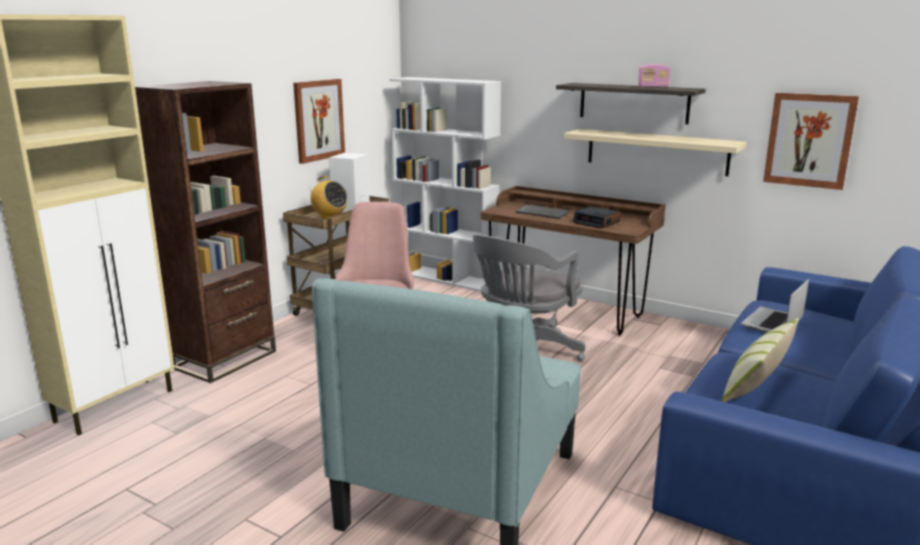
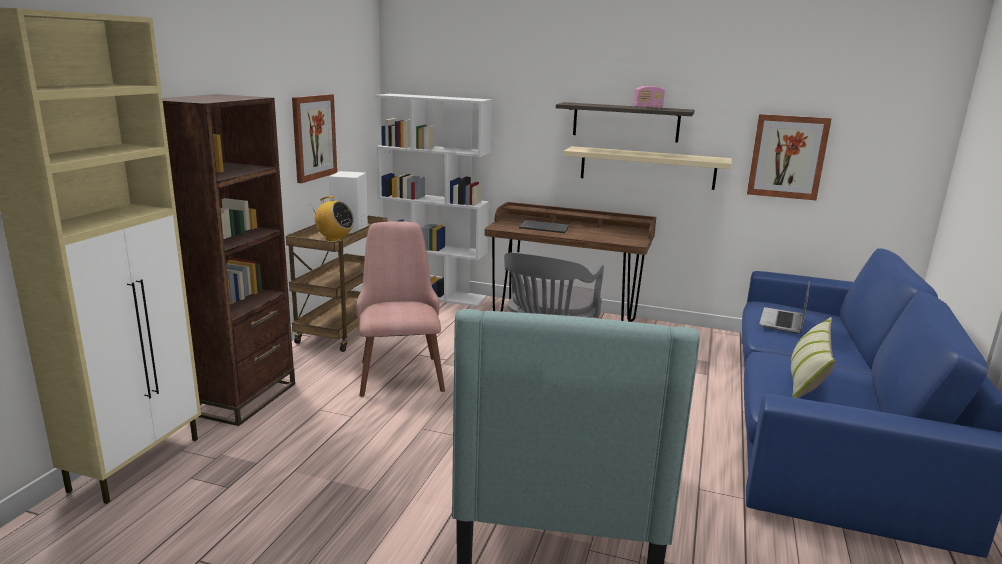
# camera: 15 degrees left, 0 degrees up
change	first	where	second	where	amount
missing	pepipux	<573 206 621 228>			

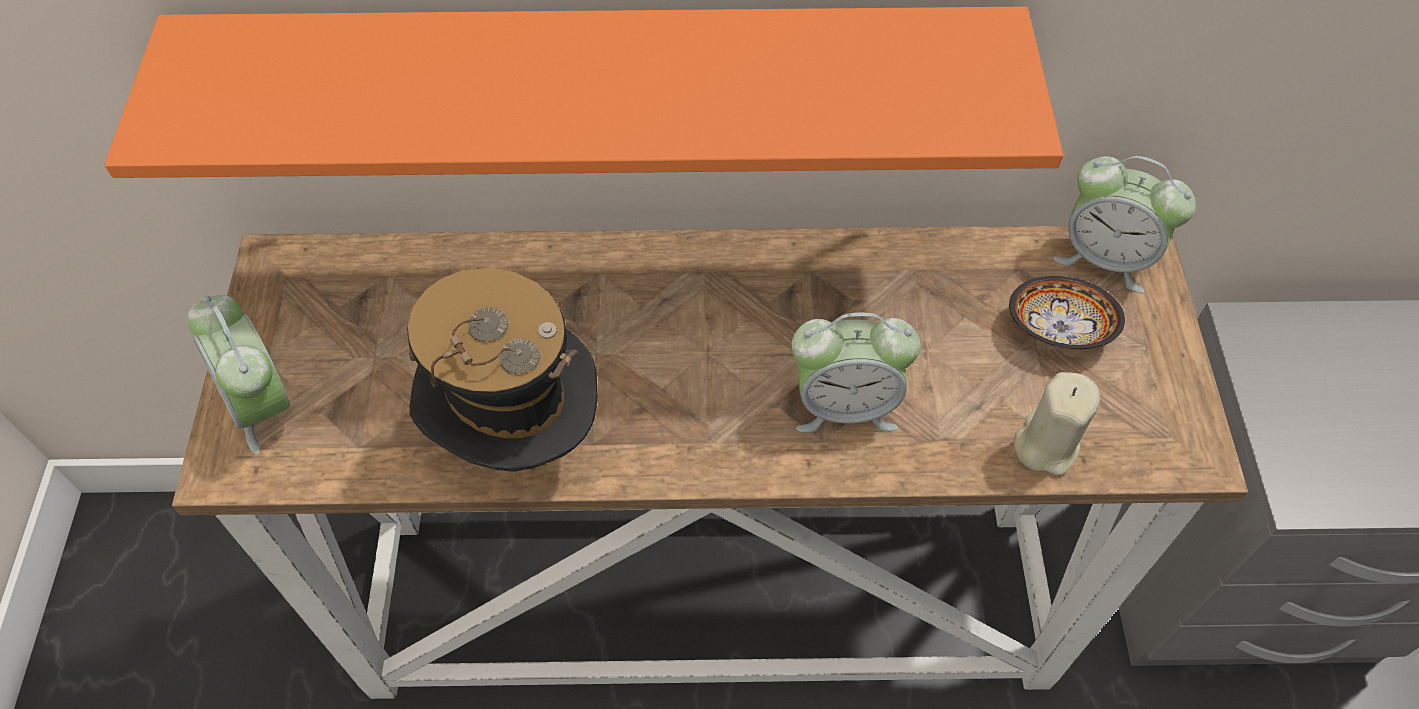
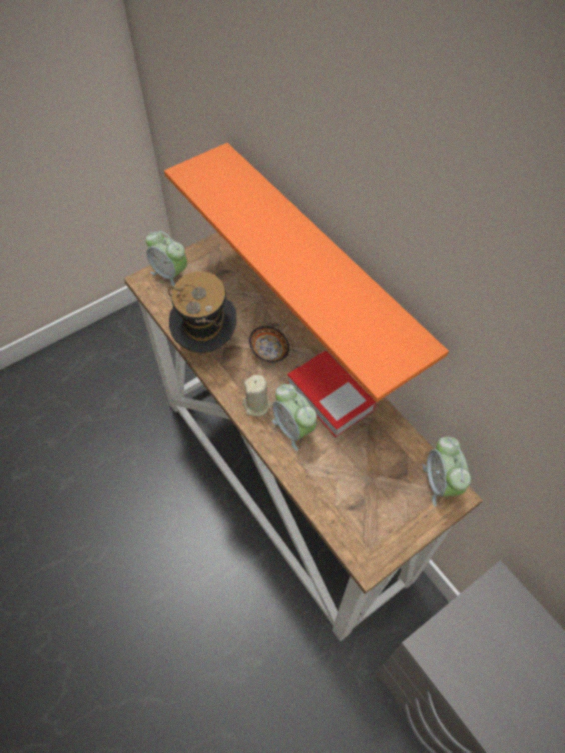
# camera: 55 degrees right, 0 degrees up
change	first	where	second	where	amount
spun	pepipux	<188 295 290 454>		<146 231 187 287>	75 degrees counterclockwise
relocated	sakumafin	<1009 276 1125 349>		<249 326 289 363>	
relocated	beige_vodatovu	<1014 372 1100 476>		<243 375 272 416>	
appeared			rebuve	<287 350 376 438>	

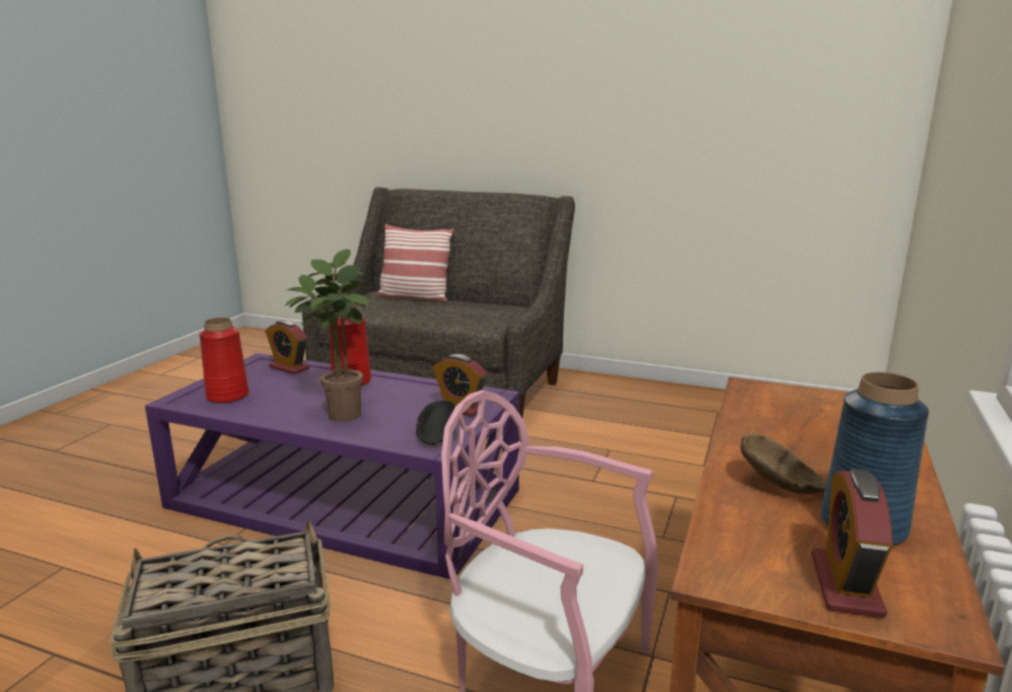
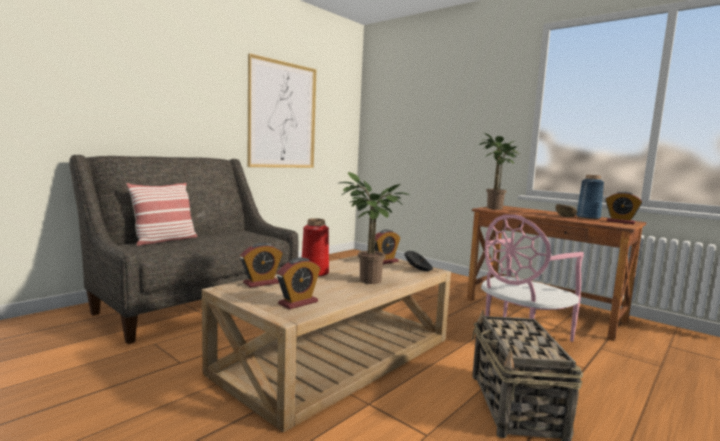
# camera: 70 degrees left, 10 degrees down
change	first	where	second	where	amount
colour	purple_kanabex	<145 353 520 579>	beige_kanabex	<202 255 451 432>	
exchanged	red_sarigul	<199 317 249 404>	pepipux	<277 257 320 309>	
appeared			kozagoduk	<248 54 316 168>	
appeared			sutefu	<479 133 521 210>	

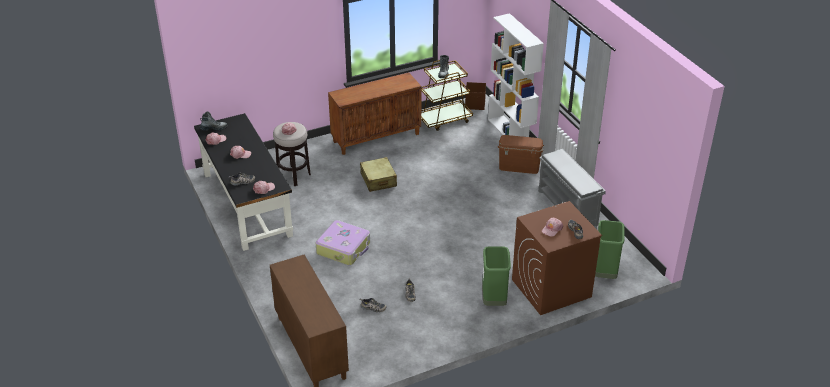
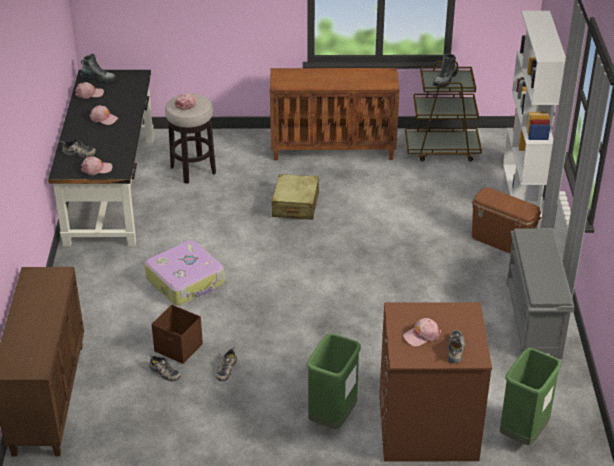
# camera: 25 degrees right, 0 degrees up
change	first	where	second	where	amount
relocated	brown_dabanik	<465 82 486 110>		<152 305 203 364>	

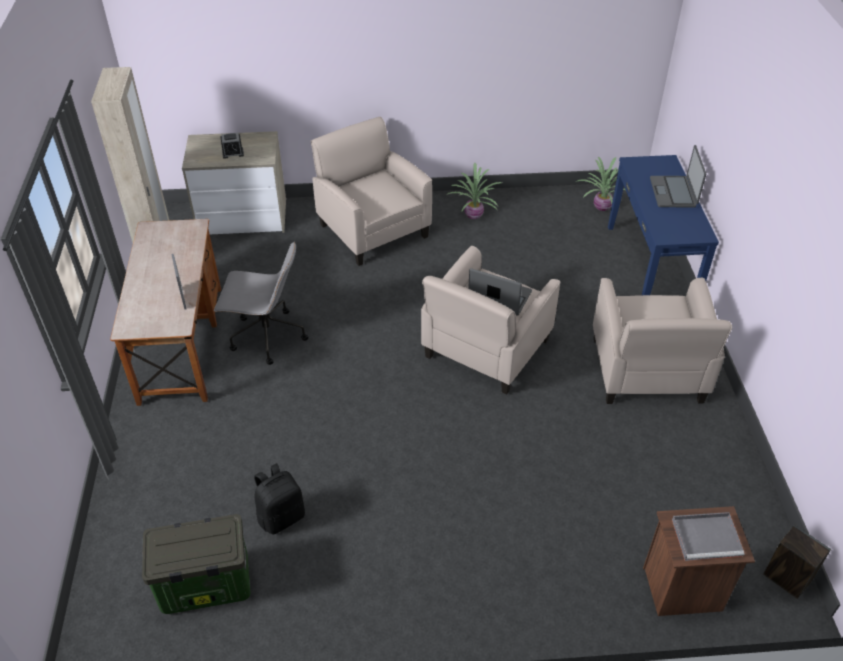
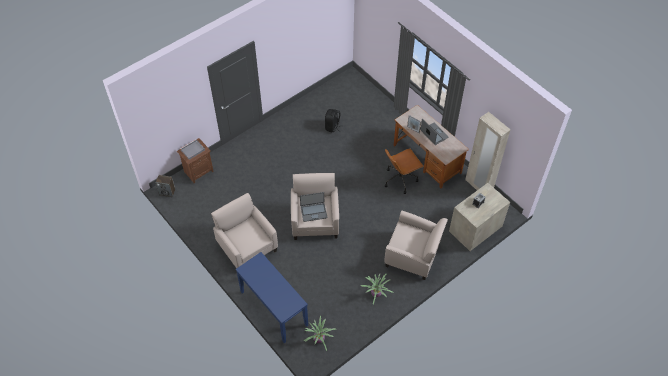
# camera: 145 degrees right, 10 degrees up
change	first	where	second	where	amount
missing	dabanik	<142 514 251 614>			
colour	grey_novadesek	<214 242 309 365>	brown_novadesek	<385 149 424 194>	
relocated	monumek	<650 145 706 207>		<420 119 448 145>	

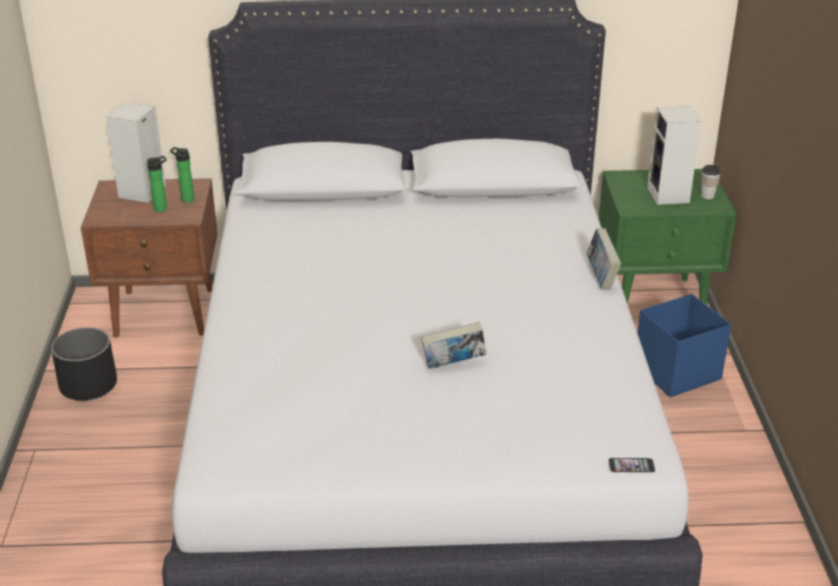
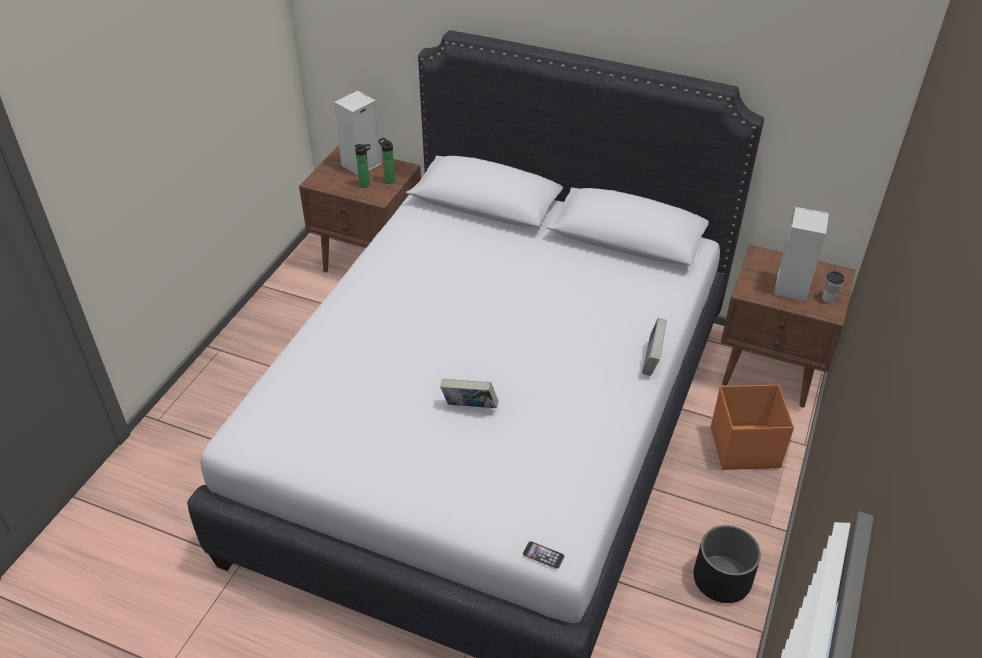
# camera: 25 degrees right, 10 degrees up
change	first	where	second	where	amount
relocated	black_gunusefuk	<51 327 117 401>		<694 525 761 603>	
colour	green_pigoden	<599 169 737 305>	brown_pigoden	<721 245 856 408>	
colour	blue_dabanik	<637 294 731 397>	orange_dabanik	<711 384 794 470>	

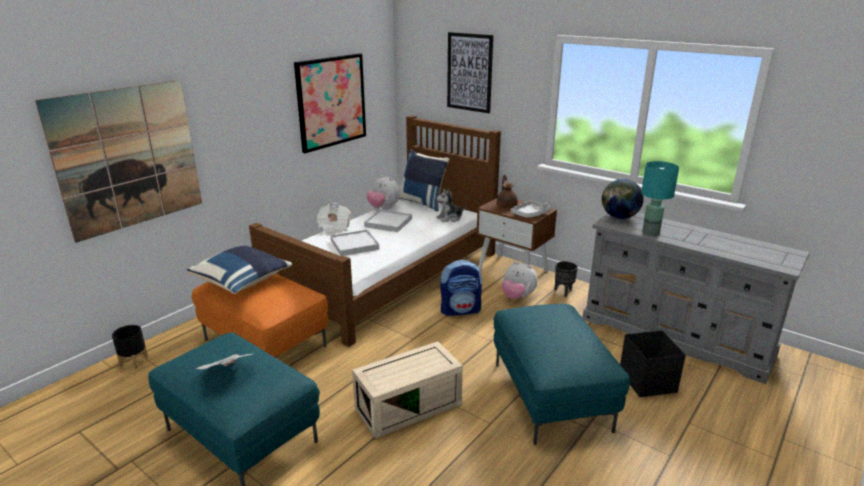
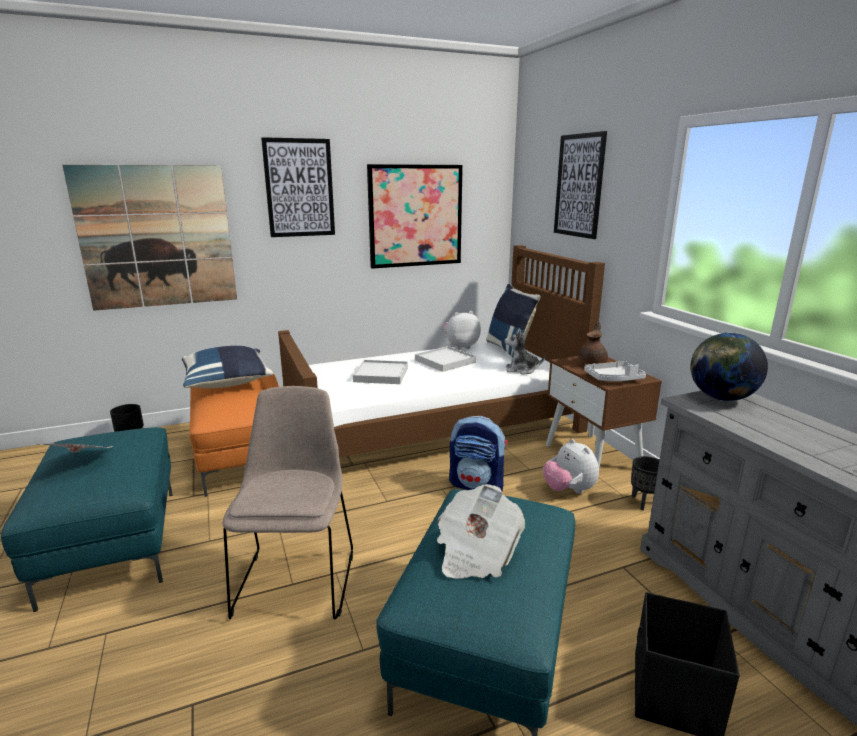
# camera: 30 degrees right, 5 degrees down
change	first	where	second	where	amount
relocated	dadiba	<316 203 351 236>		<437 484 525 579>	
exchanged	beige_dabanik	<352 341 463 439>	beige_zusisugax	<223 386 353 620>	
spun	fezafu	<367 175 400 208>		<443 311 481 350>	90 degrees clockwise
missing	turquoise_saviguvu	<641 161 679 236>			
appeared			kozagoduk	<261 137 335 237>	

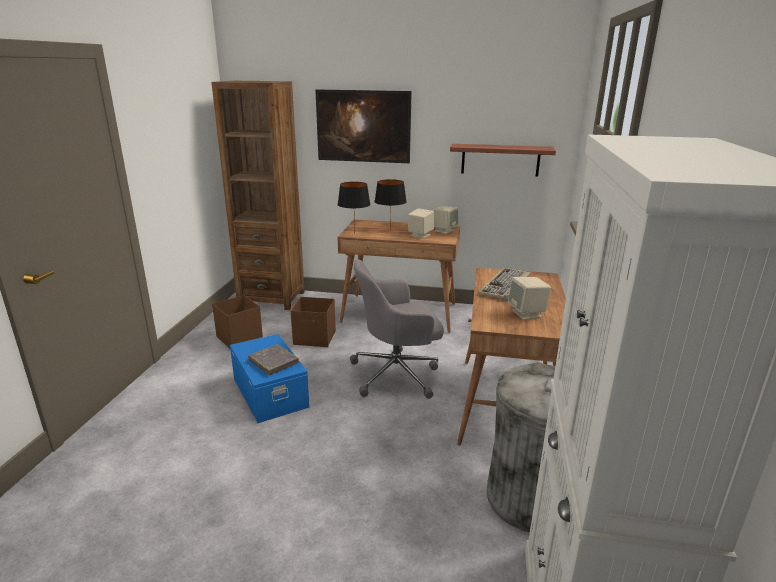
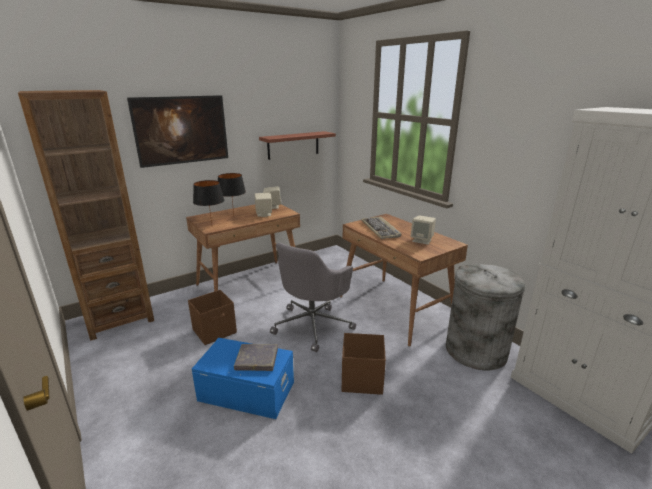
# camera: 45 degrees left, 0 degrees up
change	first	where	second	where	amount
relocated	brown_dabanik	<212 295 263 349>		<342 333 386 395>	

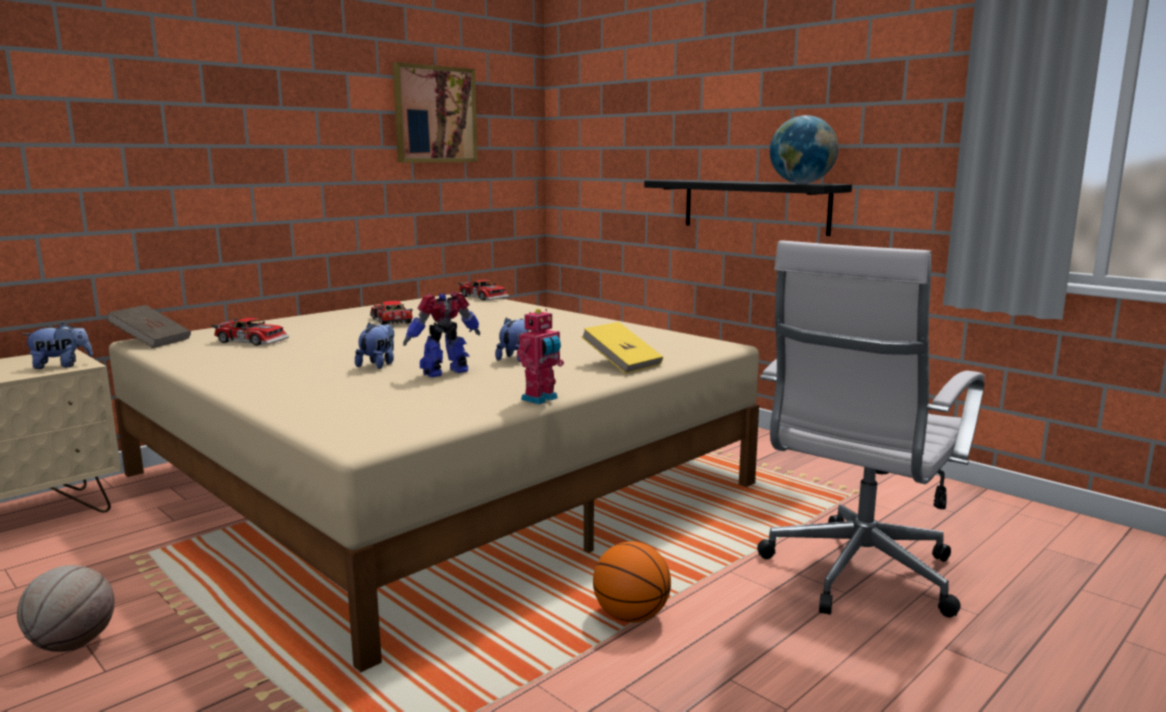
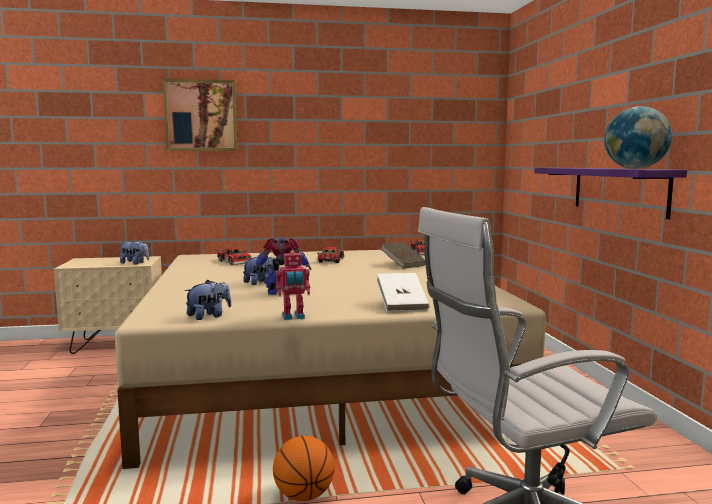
# camera: 35 degrees right, 5 degrees down
change	first	where	second	where	amount
missing	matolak	<17 565 115 652>			
relocated	brown_rebuve	<107 305 191 348>		<381 242 425 269>	
relocated	kozagoduk	<393 62 478 163>		<163 79 237 151>	
relocated	fezafu	<495 317 529 362>		<185 280 231 320>	
colour	yellow_rebuve	<581 322 663 374>	white_rebuve	<377 273 430 312>	
colour	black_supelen	<644 180 852 236>	purple_supelen	<534 168 687 219>	

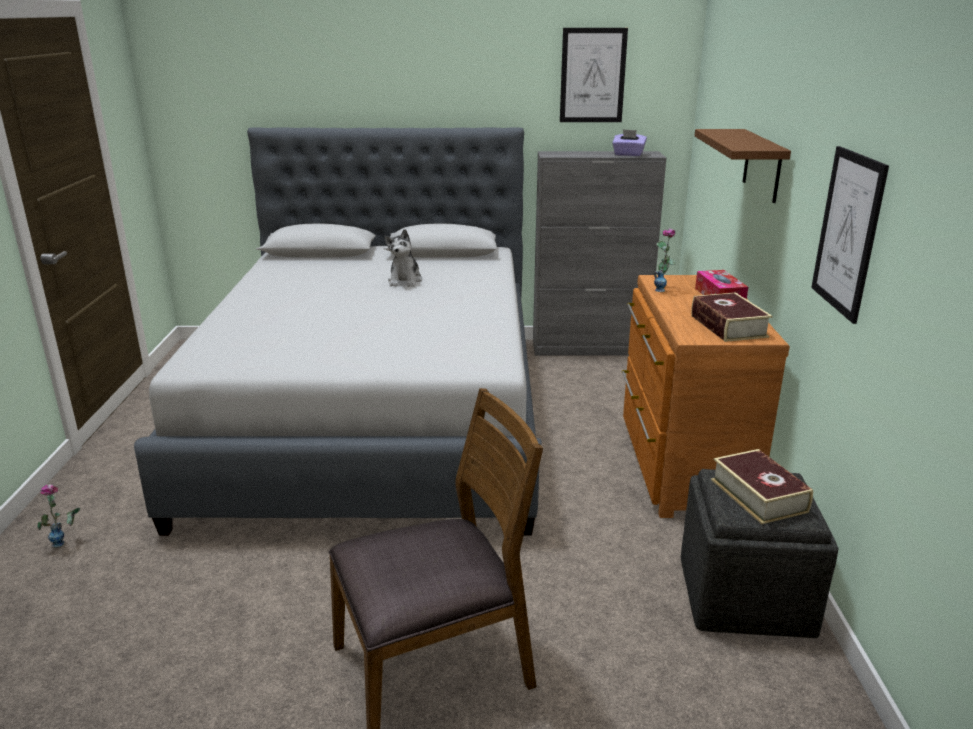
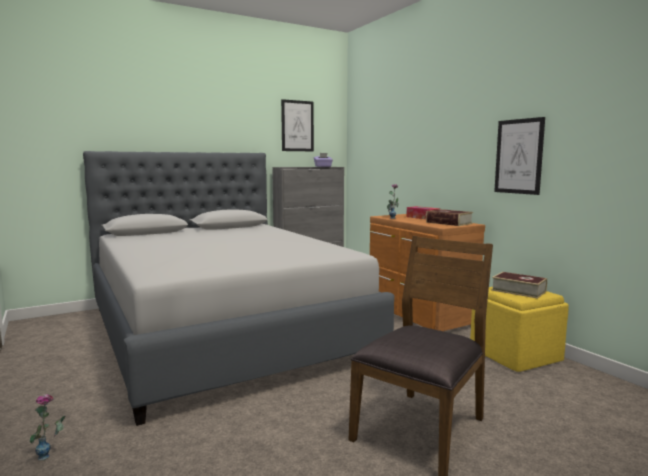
# camera: 30 degrees left, 15 degrees down
change	first	where	second	where	amount
missing	fezafu	<384 229 422 287>			
colour	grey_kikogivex	<681 469 838 638>	yellow_kikogivex	<470 287 569 372>	
missing	brown_supelen	<695 129 791 203>			

